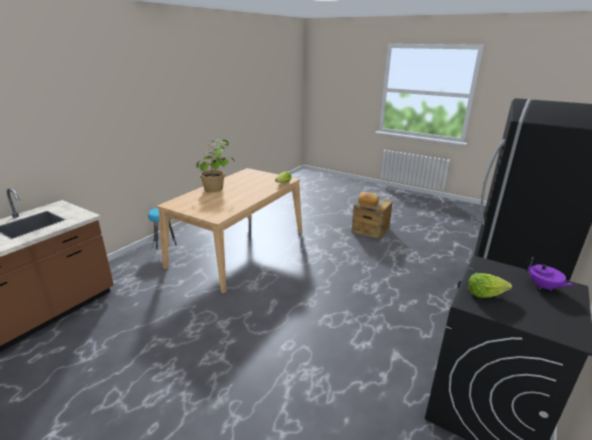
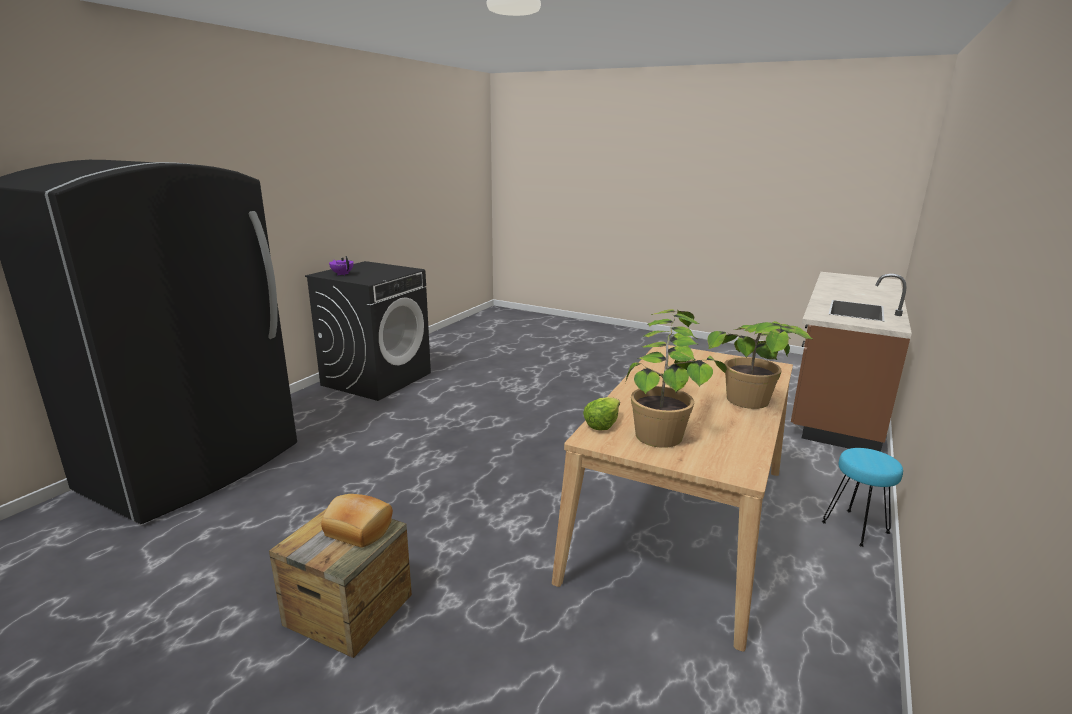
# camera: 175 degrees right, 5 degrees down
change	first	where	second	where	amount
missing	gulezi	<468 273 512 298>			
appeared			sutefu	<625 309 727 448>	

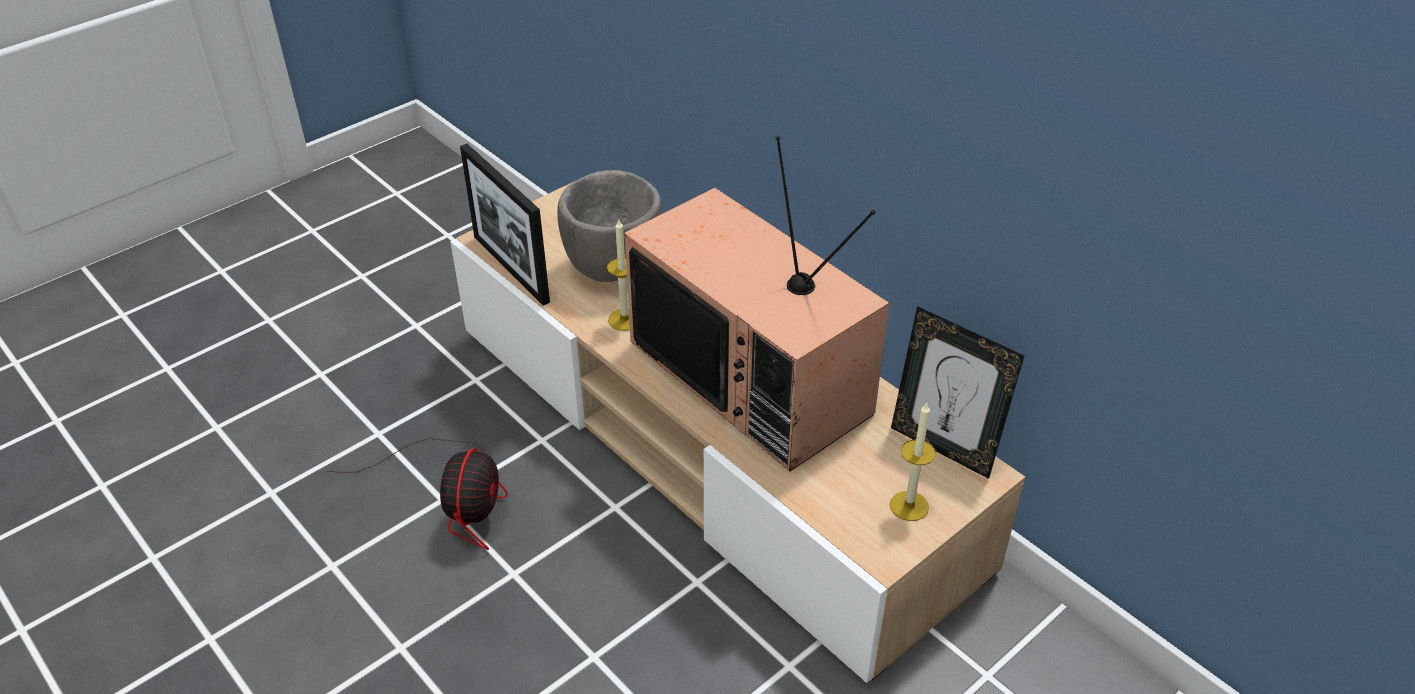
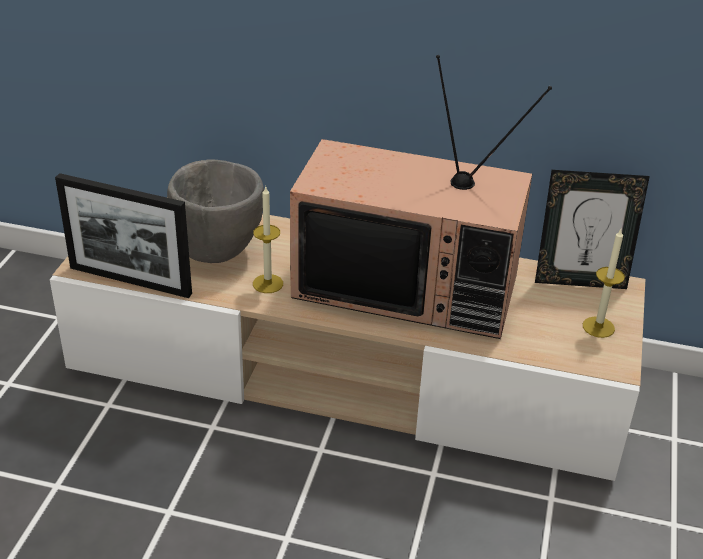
# camera: 35 degrees left, 5 degrees down
change	first	where	second	where	amount
missing	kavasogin	<329 438 508 550>			

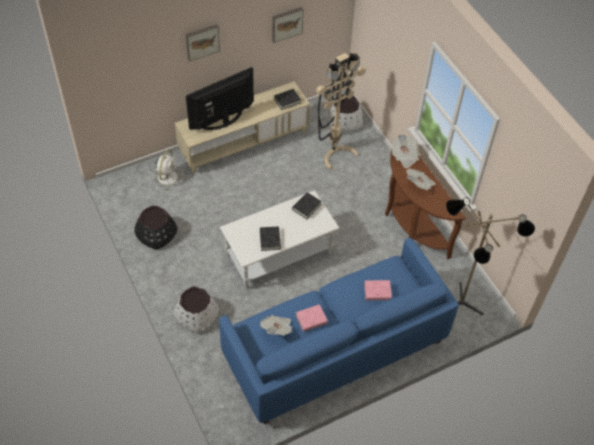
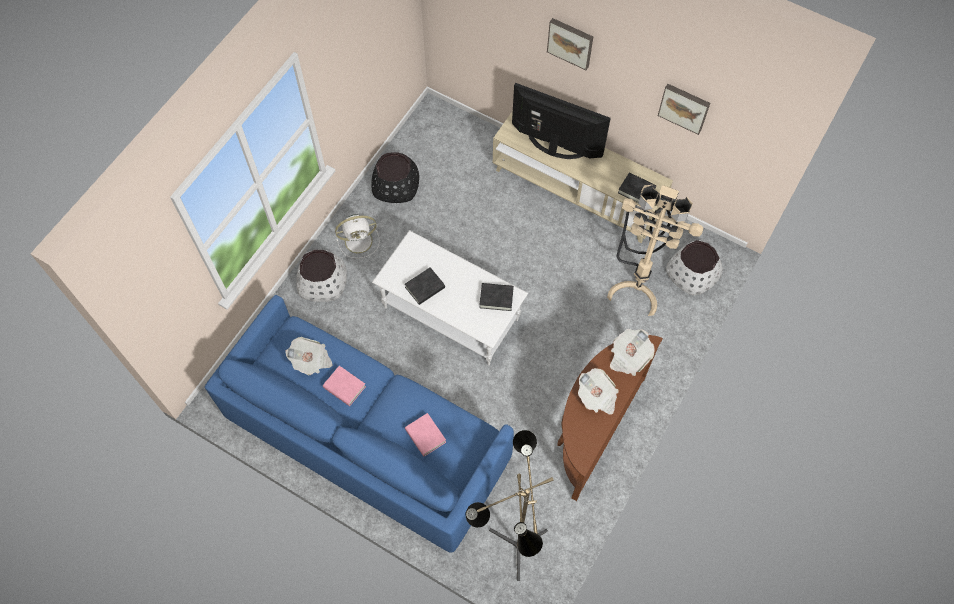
# camera: 60 degrees right, 10 degrees up
change	first	where	second	where	amount
relocated	white_kavasogin	<153 150 183 189>		<335 214 380 258>	

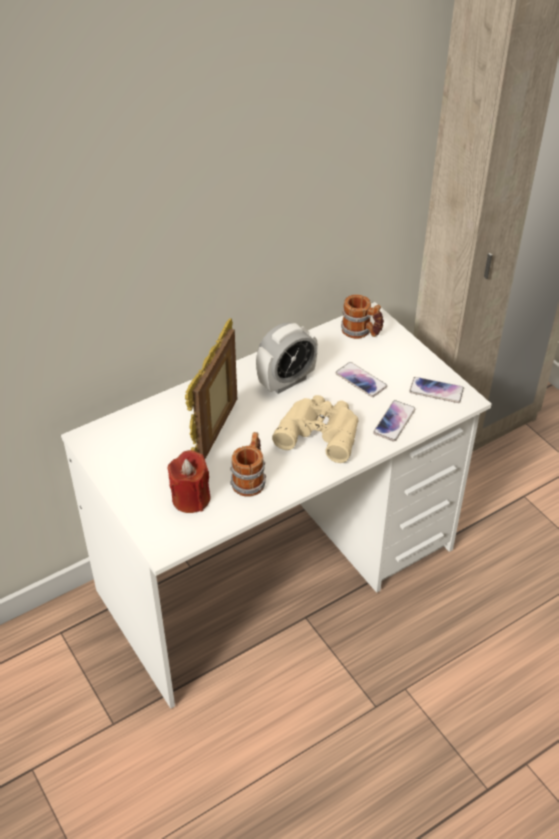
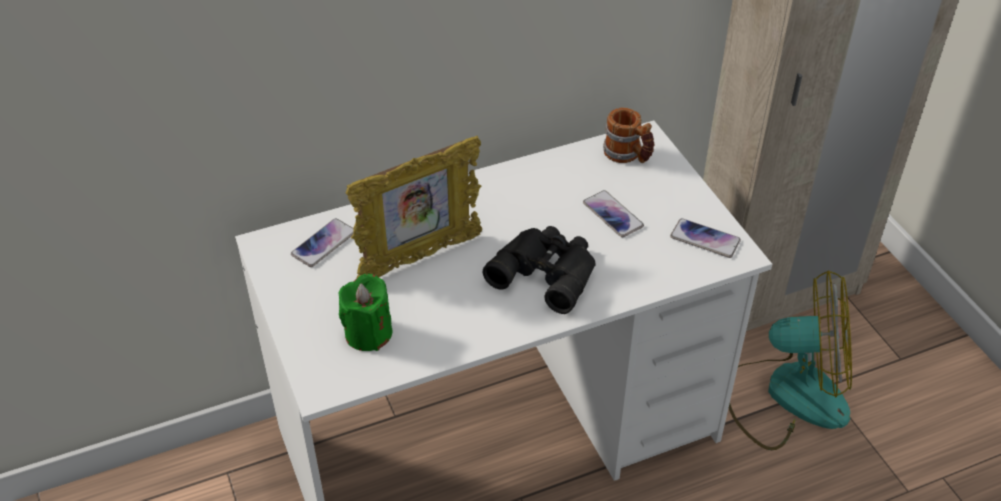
# camera: 10 degrees right, 0 degrees up
change	first	where	second	where	amount
colour	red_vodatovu	<167 450 211 513>	green_vodatovu	<338 274 392 351>	
spun	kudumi	<185 318 237 459>		<346 136 482 278>	150 degrees counterclockwise
missing	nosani	<230 432 266 496>			
missing	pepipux	<256 322 318 394>			
colour	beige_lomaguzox	<272 395 358 463>	black_lomaguzox	<483 226 596 314>	
relocated	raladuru	<373 400 415 441>		<291 218 353 267>	
appeared			kavasogin	<729 270 852 450>	

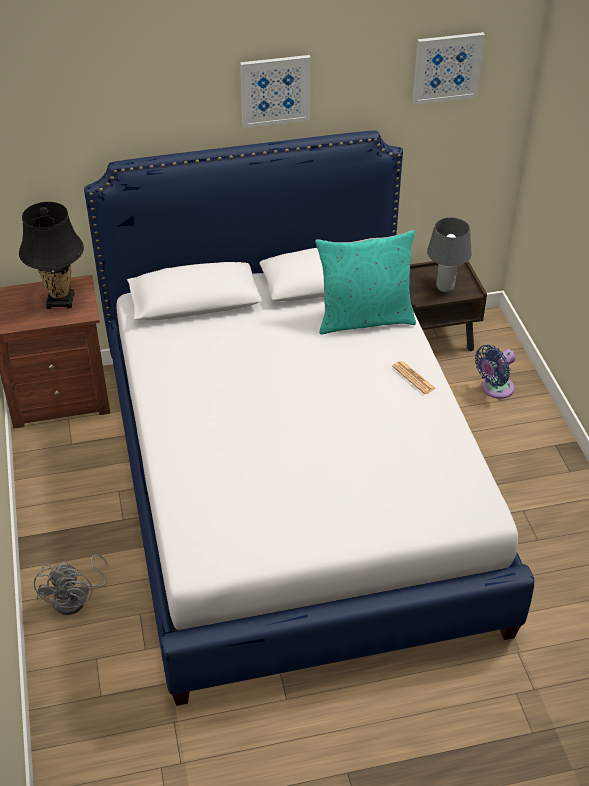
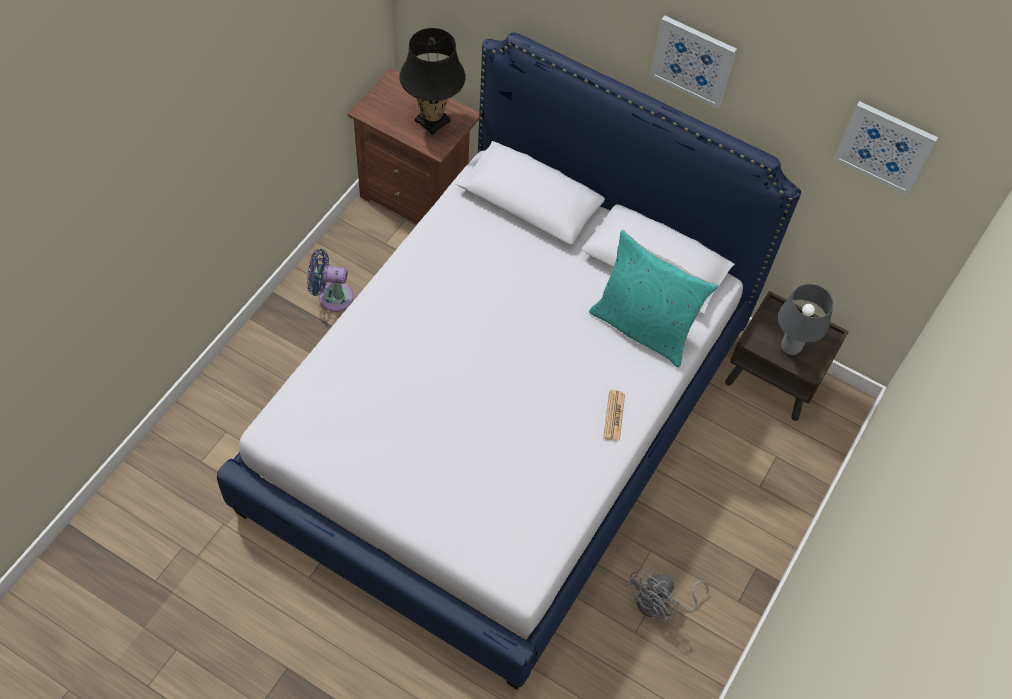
# camera: 40 degrees right, 15 degrees up
change	first	where	second	where	amount
relocated	grey_kavasogin	<34 554 107 615>		<625 568 709 621>	
relocated	blue_kavasogin	<475 345 516 399>		<307 249 354 312>	

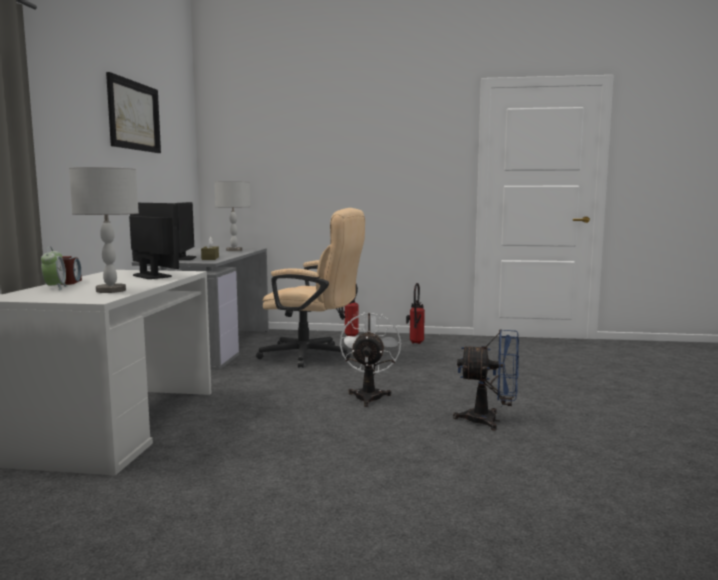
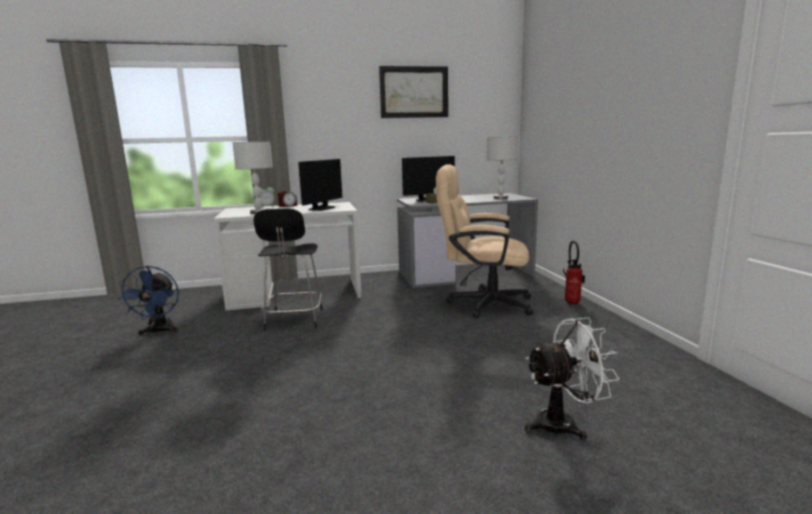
# camera: 70 degrees right, 5 degrees up
change	first	where	second	where	amount
spun	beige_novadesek	<256 208 365 368>		<436 164 533 318>	105 degrees clockwise
relocated	white_kavasogin	<340 312 401 407>		<525 317 619 440>	
missing	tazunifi	<406 283 425 344>			
relocated	blue_kavasogin	<453 330 519 431>		<118 266 179 335>	
appeared			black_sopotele	<253 209 323 331>	

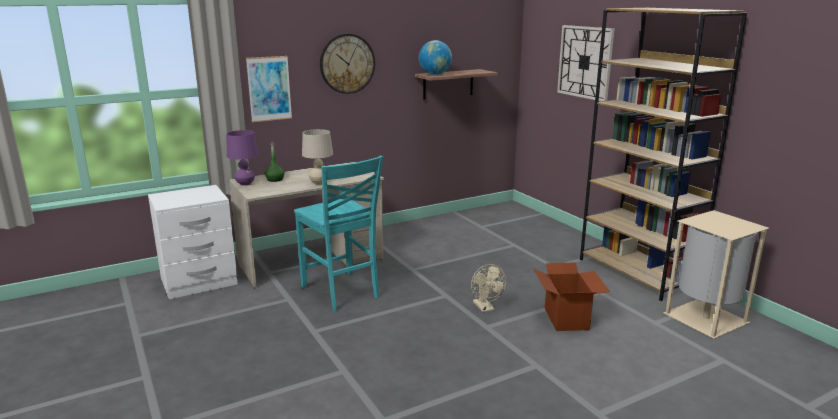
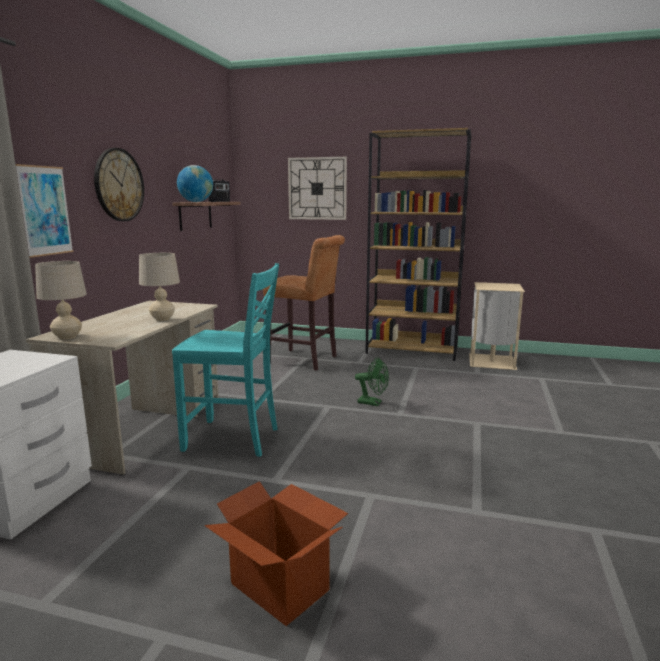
# camera: 45 degrees left, 5 degrees down
change	first	where	second	where	amount
colour	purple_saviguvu	<226 130 259 186>	beige_saviguvu	<35 261 87 339>	
missing	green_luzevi	<264 142 285 182>			
colour	beige_kavasogin	<471 264 506 312>	green_kavasogin	<355 357 389 406>	
relocated	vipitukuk	<534 262 610 331>		<205 481 348 626>	
appeared			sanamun	<208 179 230 202>	
appeared			brown_sopotele	<263 235 345 371>	

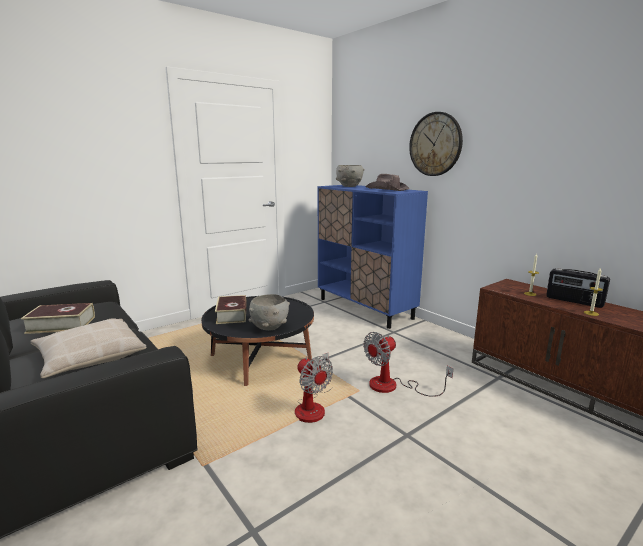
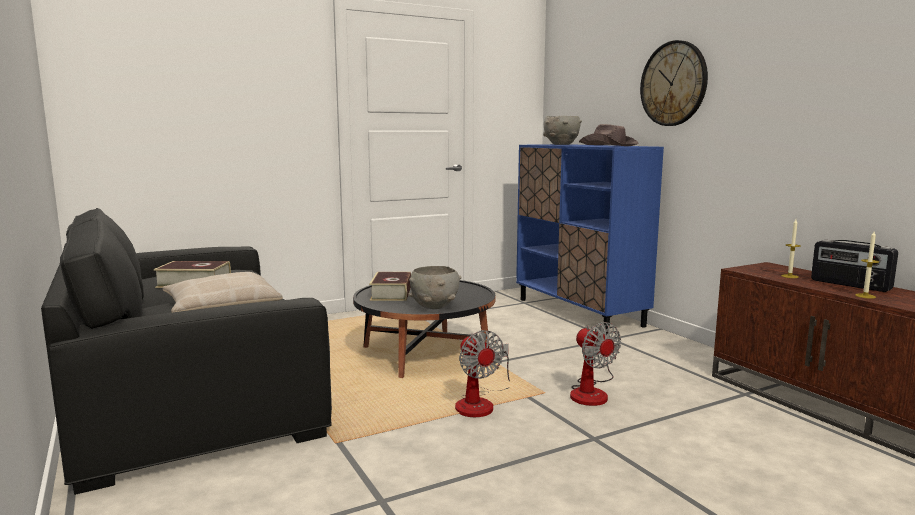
# camera: 10 degrees right, 5 degrees down
change	first	where	second	where	amount
spun	kavasogin	<363 332 453 397>		<570 322 621 406>	90 degrees counterclockwise

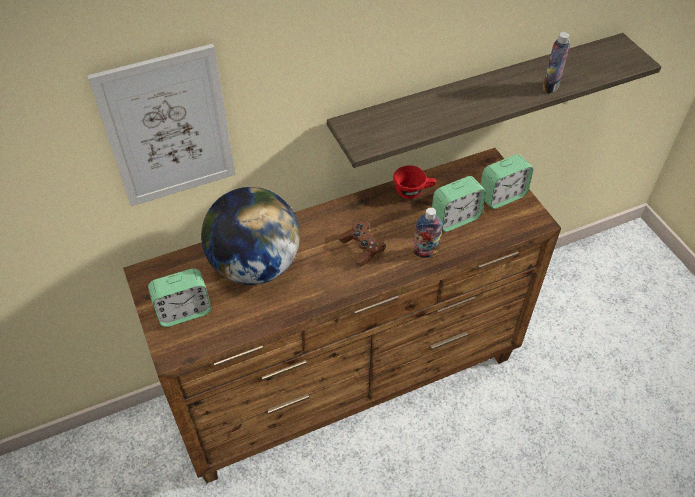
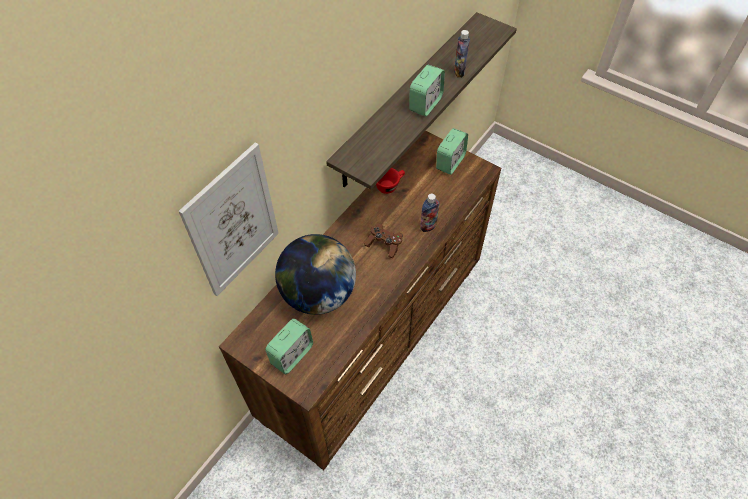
# camera: 30 degrees left, 5 degrees up
change	first	where	second	where	amount
relocated	pepipux	<432 176 486 232>		<410 65 445 116>	

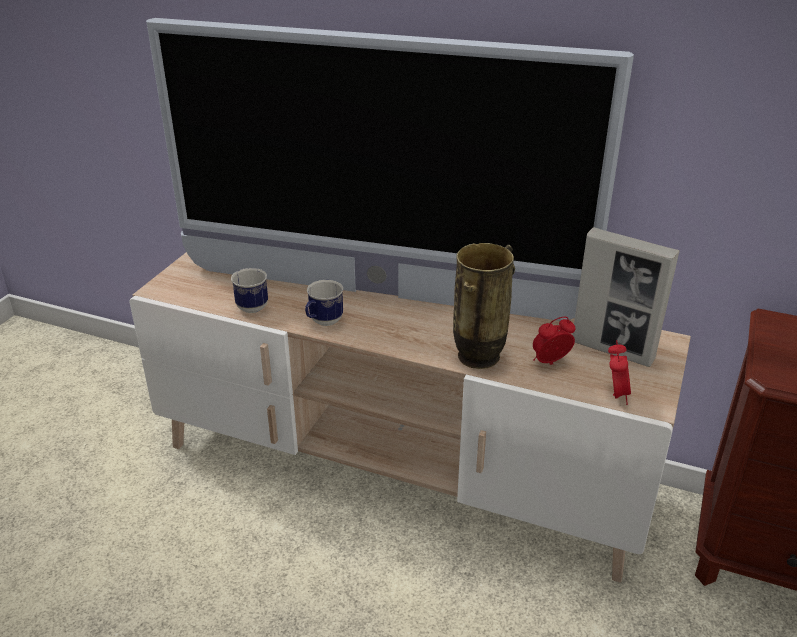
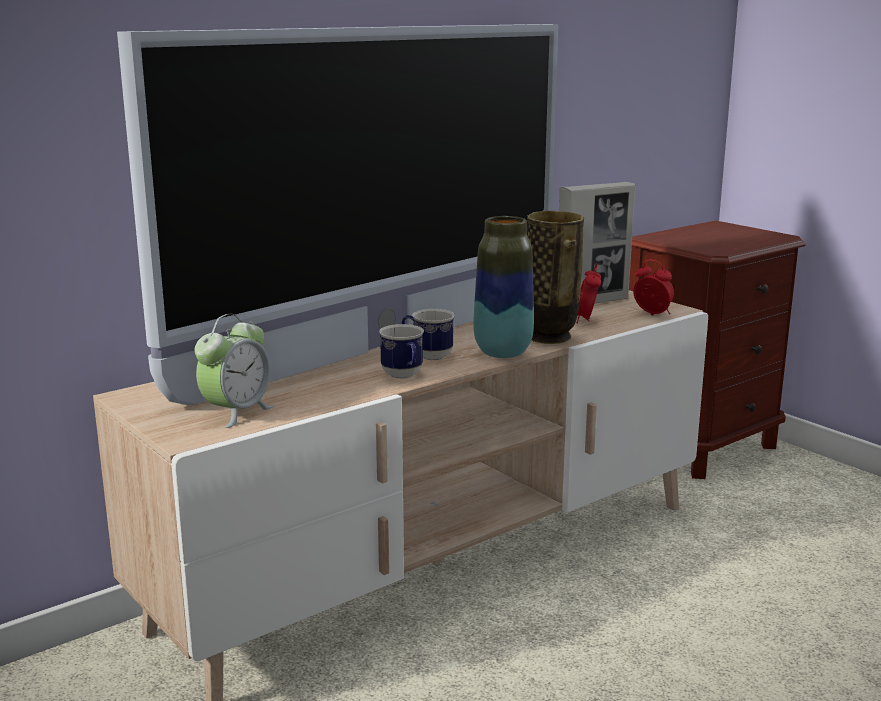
# camera: 60 degrees left, 15 degrees down
change	first	where	second	where	amount
relocated	nosani	<231 268 268 313>		<402 309 455 360>	
appeared			pepipux	<195 314 274 428>	
appeared			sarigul	<473 216 534 358>	

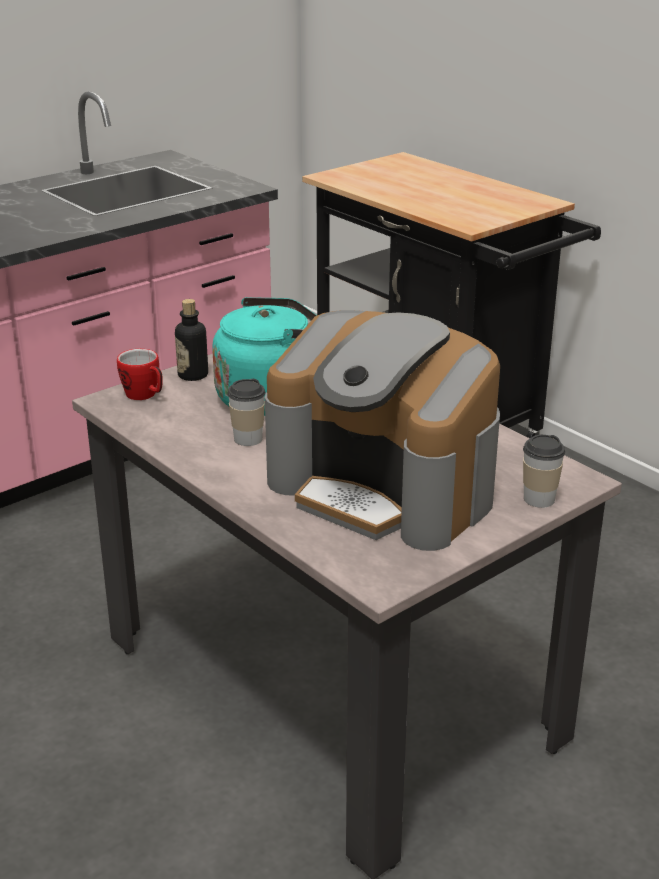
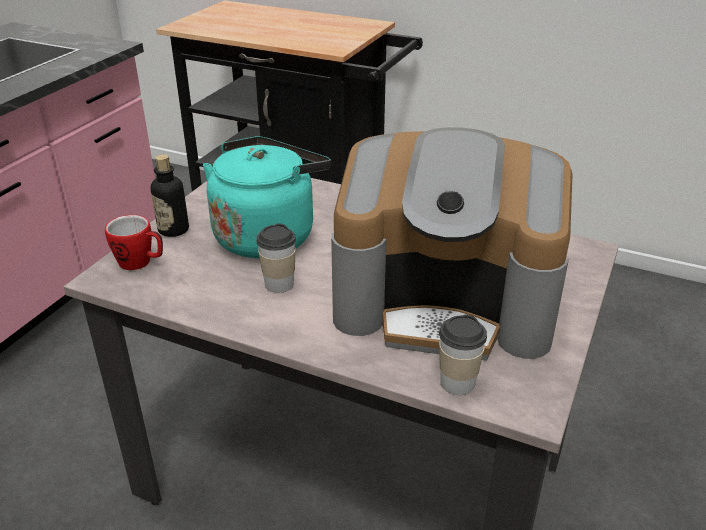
# camera: 25 degrees left, 5 degrees up
change	first	where	second	where	amount
relocated	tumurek	<523 435 565 508>		<439 315 487 395>	

